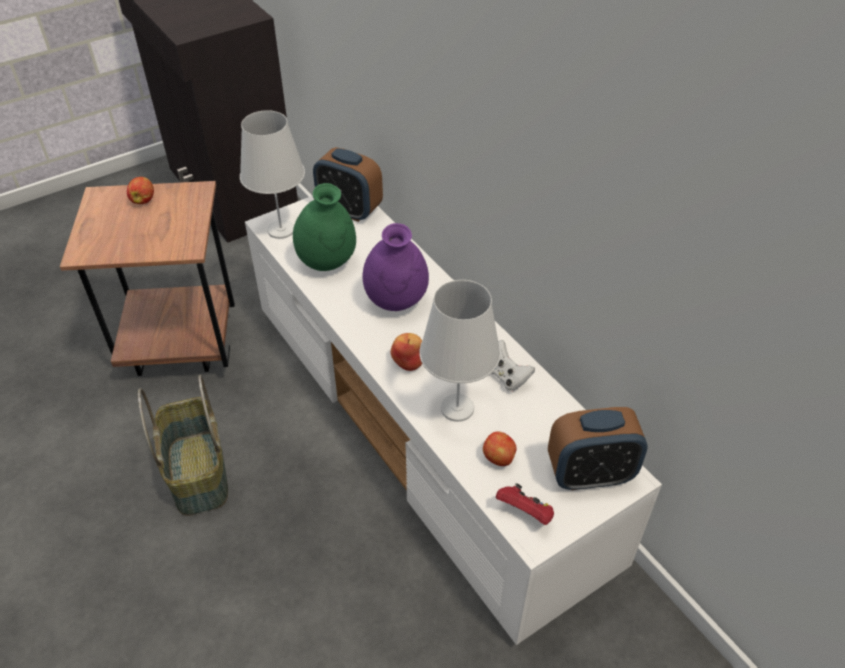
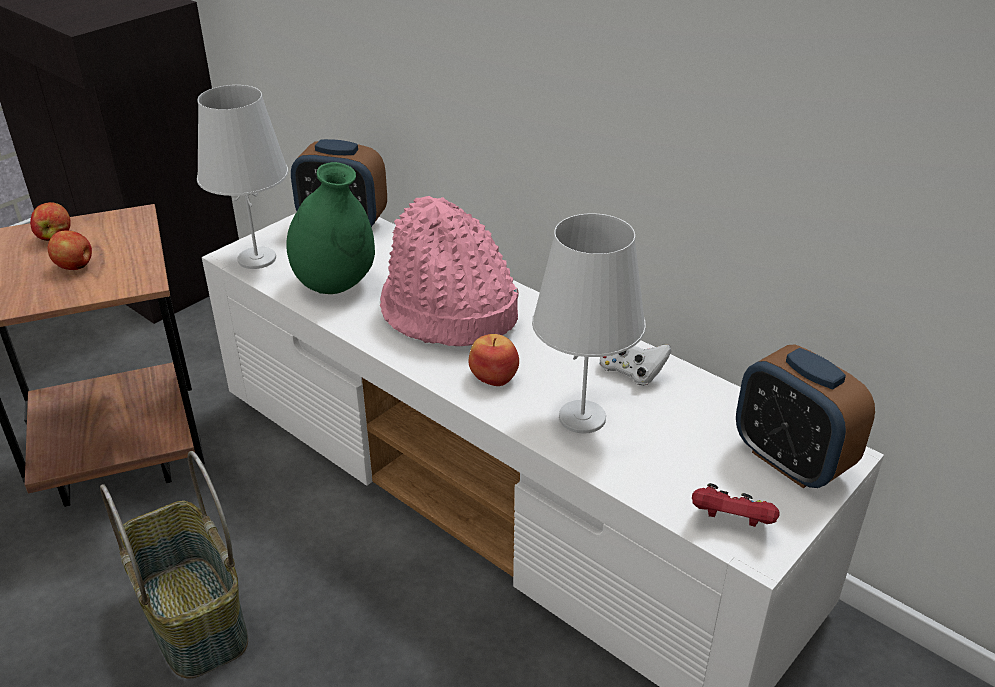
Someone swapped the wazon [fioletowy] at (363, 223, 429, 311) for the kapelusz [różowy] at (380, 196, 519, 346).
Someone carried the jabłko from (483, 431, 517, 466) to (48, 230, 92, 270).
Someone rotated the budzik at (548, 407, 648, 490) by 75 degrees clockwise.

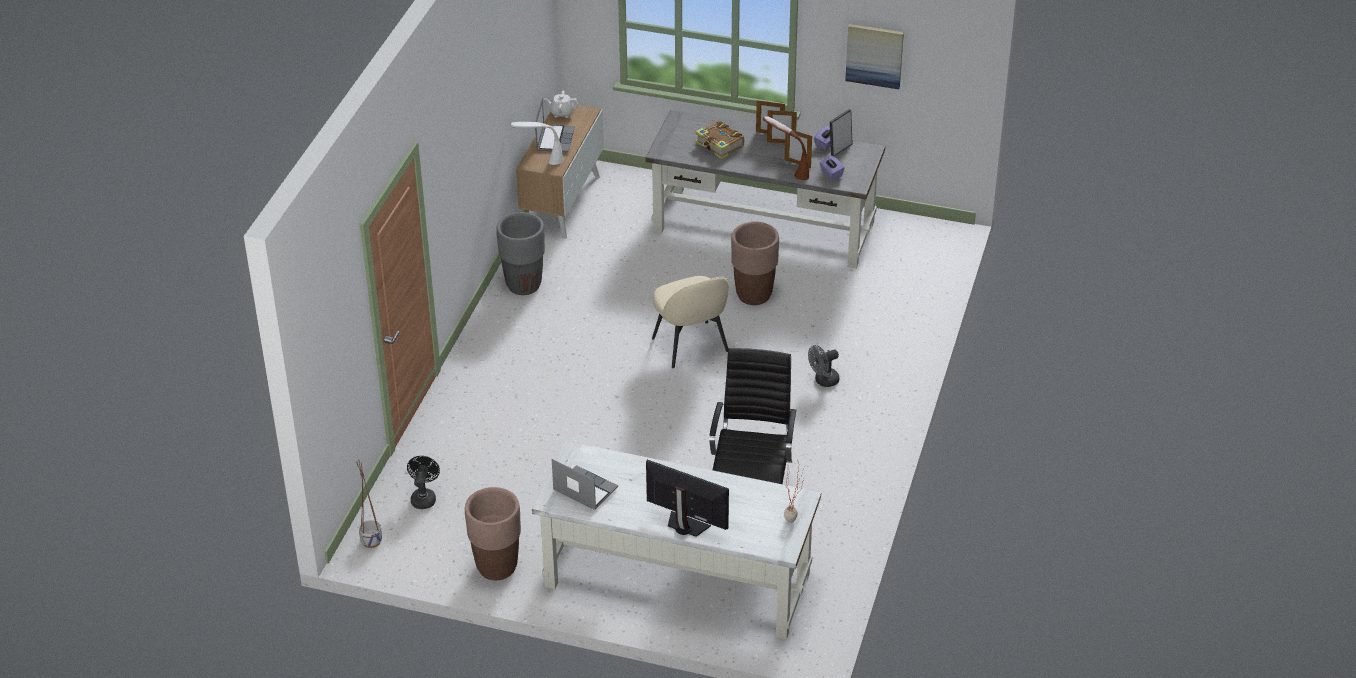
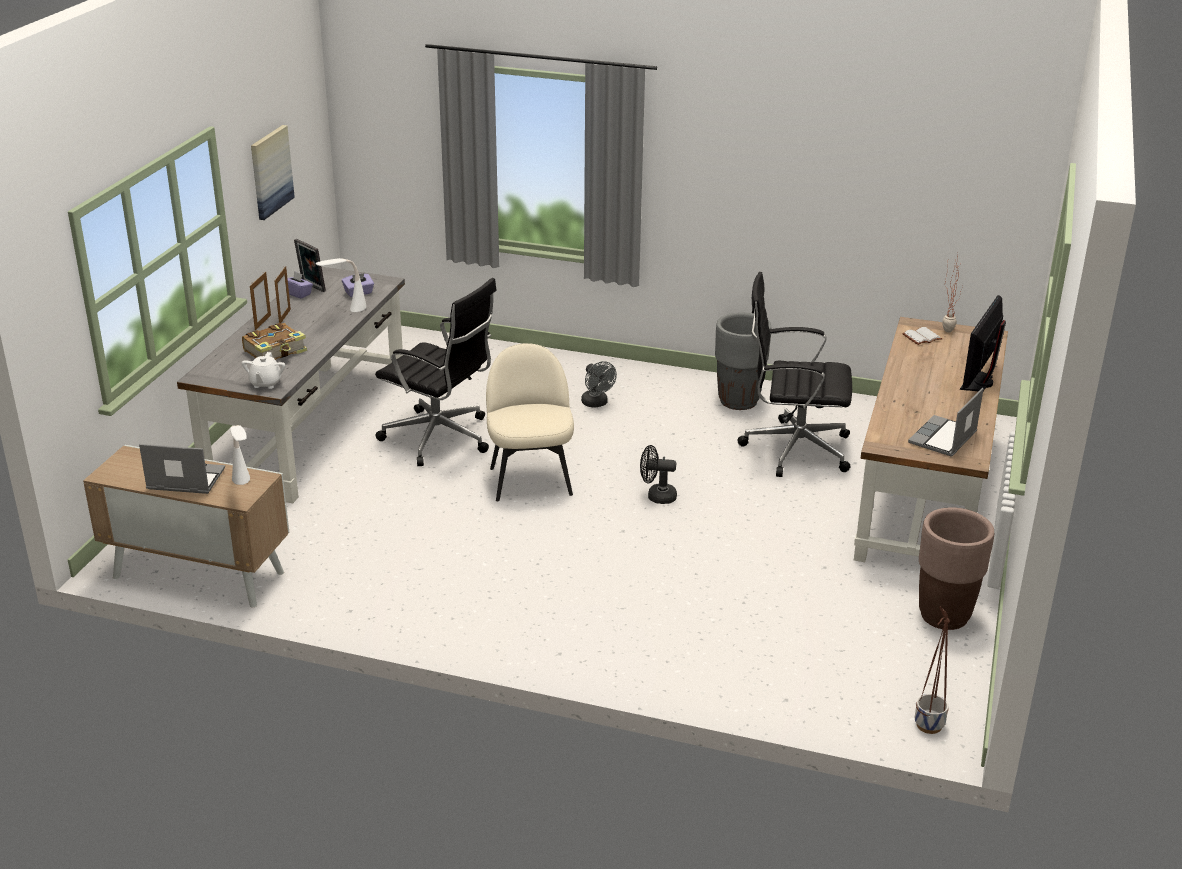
Someone carried the wentylator [czarny] from (407, 456, 440, 509) to (640, 445, 677, 504).
Someone carried the donica [szary] from (496, 212, 545, 295) to (715, 313, 771, 410).
Someone repainted the biurko [biały] at (532, 441, 821, 640), which became the biurko [brązowy] at (854, 317, 1008, 562).
Someone carried the imbryk [biały] from (544, 90, 578, 118) to (242, 352, 286, 389).
Someone rotated the krzesło [beżowy] at (652, 276, 729, 368) by 75 degrees counterclockwise.
Someone swapped the donica [brązowy] at (731, 222, 779, 305) for the krzesło biurowe [czarny] at (375, 278, 497, 466).
Someone repainted the lampa stołowa [brązowy] at (763, 116, 809, 180), which became the lampa stołowa [biały] at (316, 258, 366, 312).
Someone took away the ramka na zdjęcie at (785, 130, 812, 168).
Someone put down the książka [biały] at (902, 327, 942, 345).

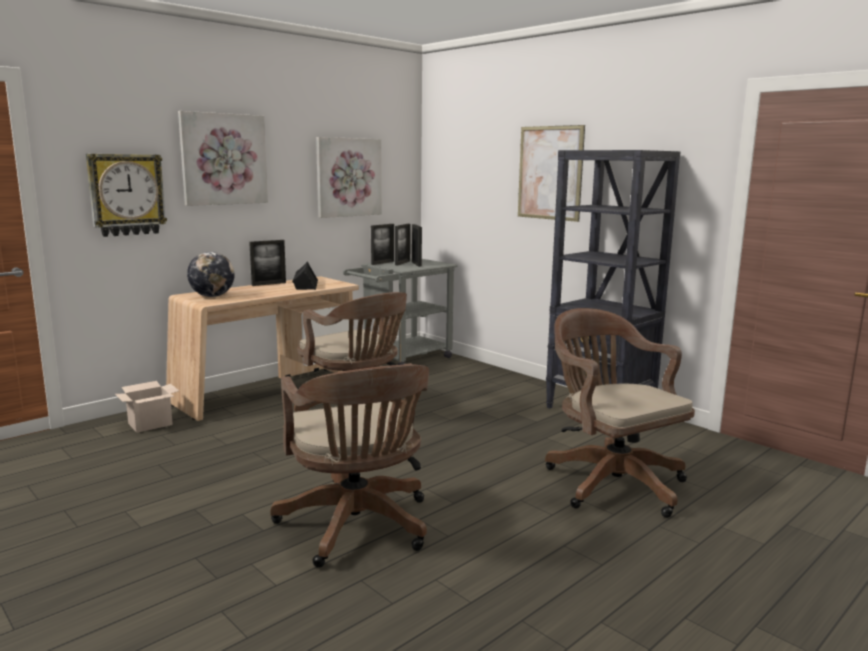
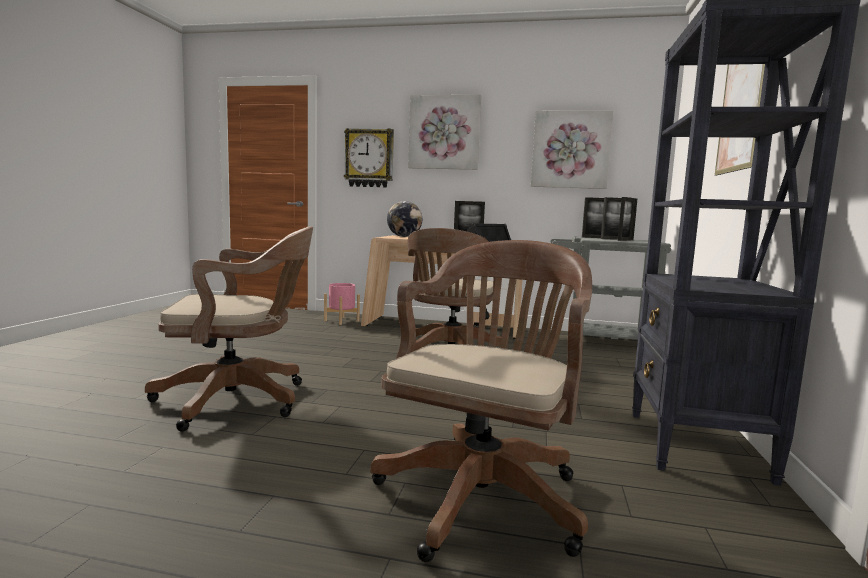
Someone swapped the karton at (115, 381, 179, 433) for the donica [różowy] at (324, 283, 360, 325).
Someone rotated the krzesło biurowe [brązowy] at (270, 363, 429, 568) by 135 degrees counterclockwise.

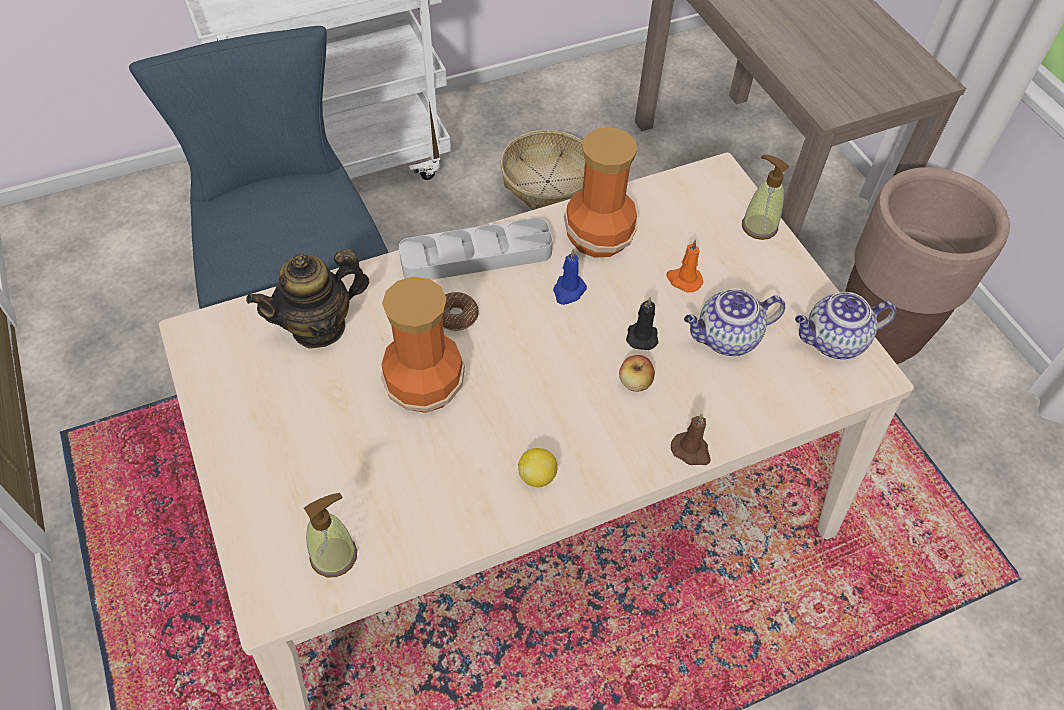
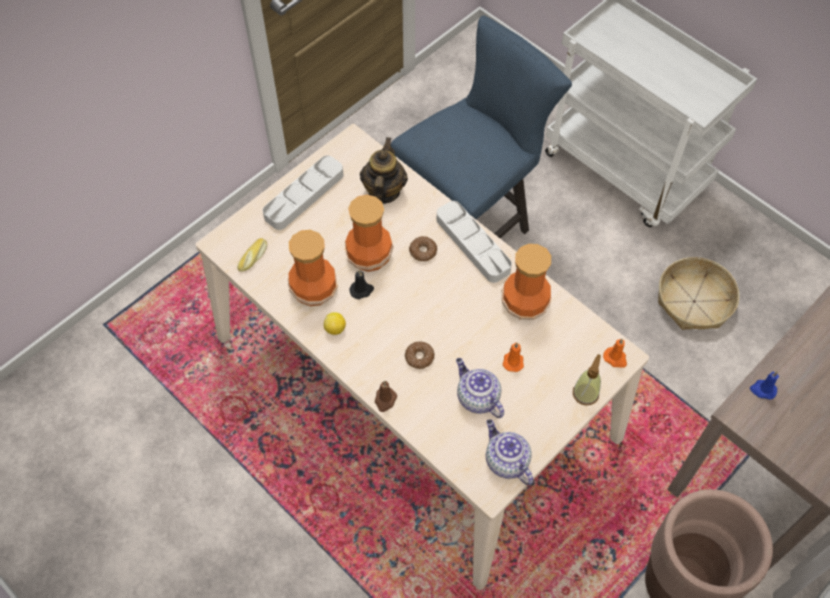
Someone rotated the imbryk at (246, 249, 369, 349) by 60 degrees clockwise.
Someone swapped the dozownik mydła at (304, 493, 357, 577) for the chleb at (237, 238, 267, 272).
Someone carried the świeca [niebieski] from (553, 249, 587, 305) to (750, 371, 779, 400).
Someone swapped the jabłko at (619, 355, 655, 392) for the donut at (405, 342, 435, 369).
Someone carried the świeca [czarny] from (626, 297, 659, 350) to (349, 270, 374, 299).
Someone put down the taca [szary] at (263, 155, 343, 230).
Someone put down the wazon at (288, 230, 338, 306).
Someone put down the świeca [pomarańczowy] at (603, 339, 627, 368).

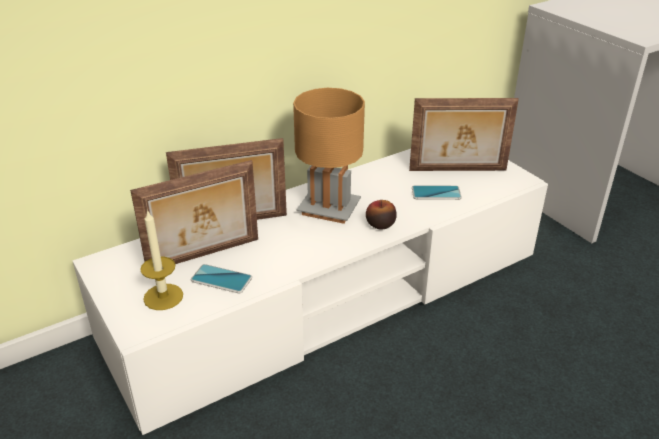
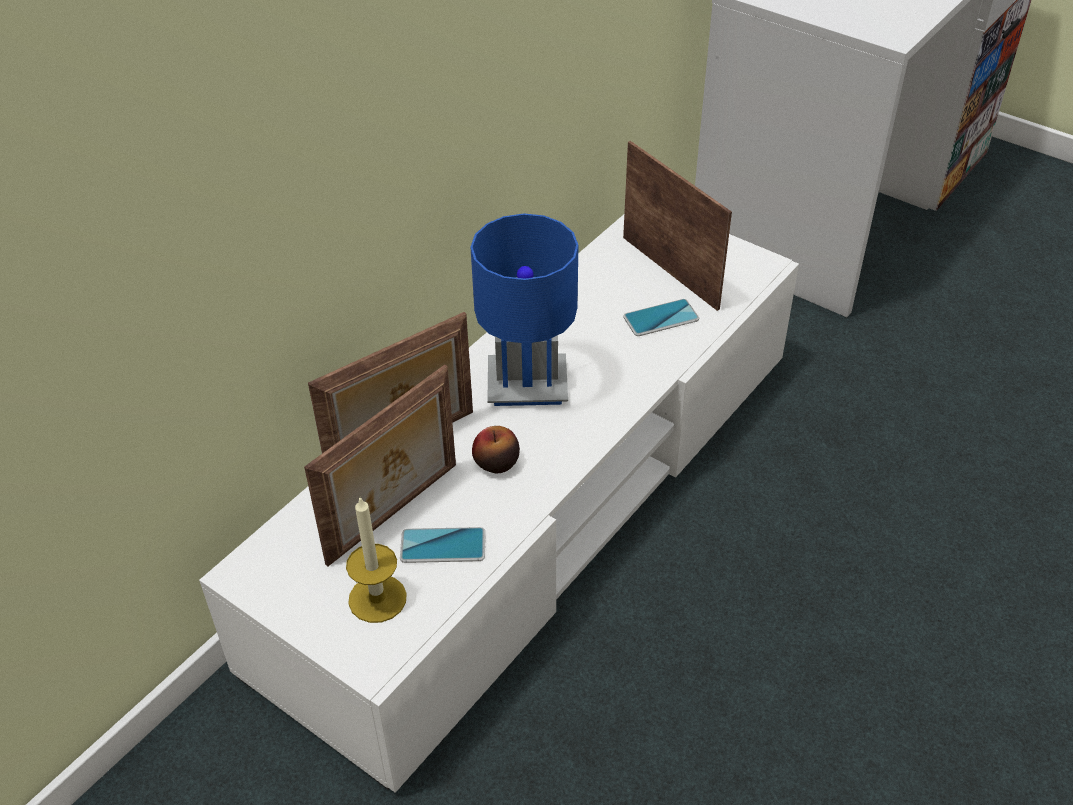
Someone repainted the lampa stołowa [brązowy] at (293, 88, 365, 224), which became the lampa stołowa [niebieski] at (471, 214, 578, 406).
Someone carried the jabłko from (366, 200, 397, 230) to (472, 426, 520, 473).
Someone rotated the ramka na zdjęcie at (409, 98, 519, 171) by 105 degrees counterclockwise.

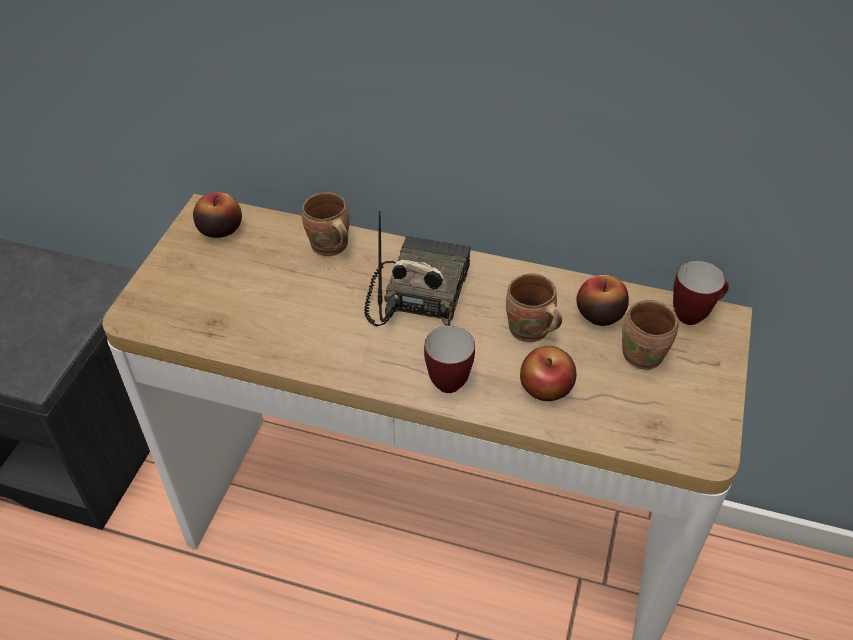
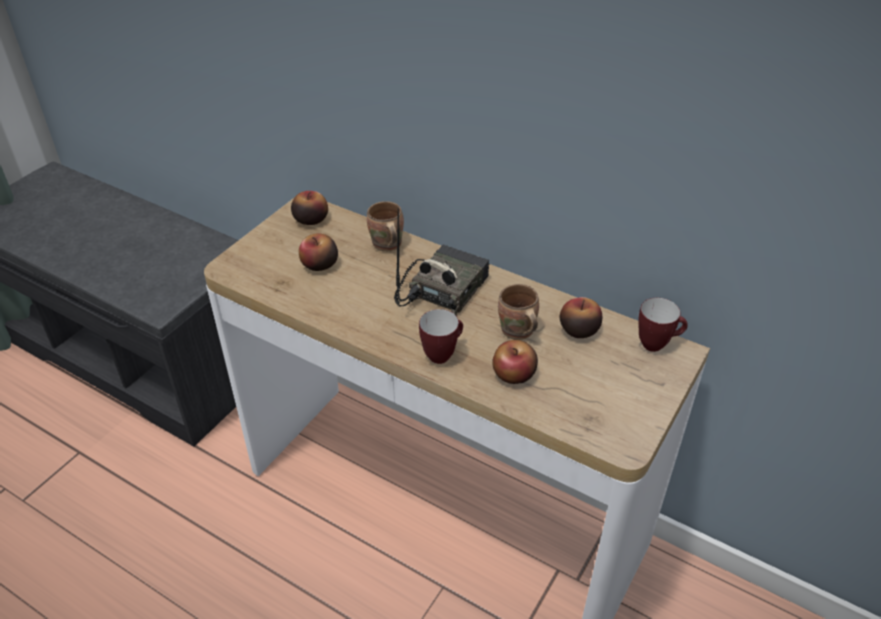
Someone took away the kubek [brązowy] at (622, 300, 678, 370).
Someone put down the jabłko at (299, 234, 338, 271).

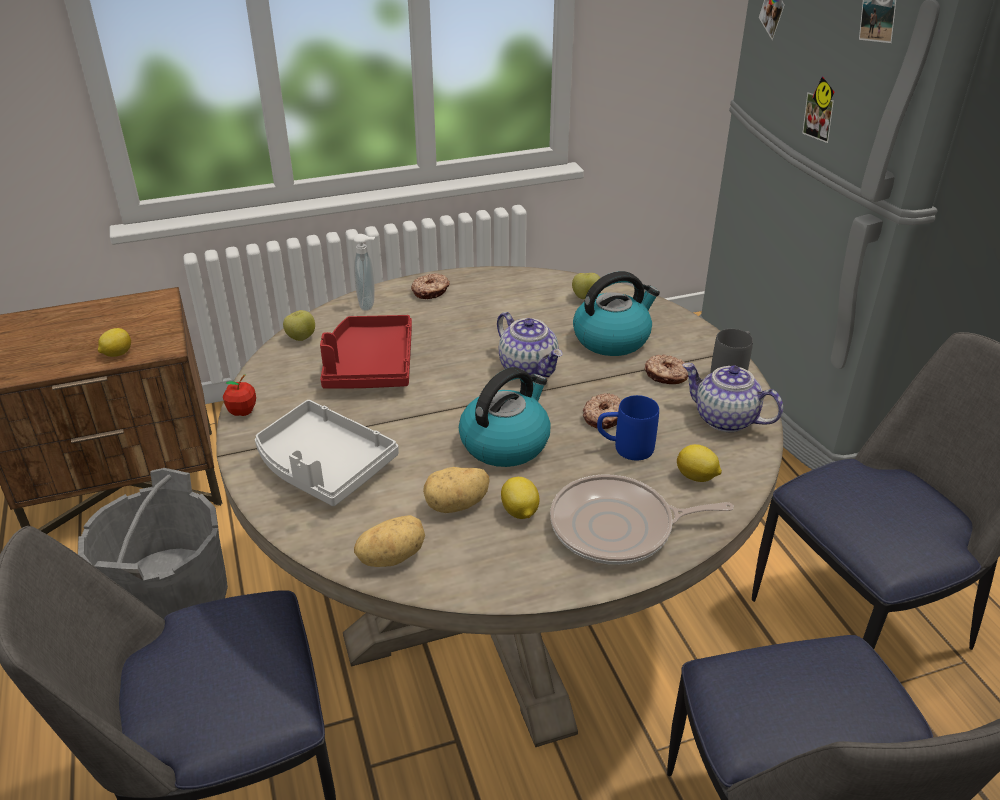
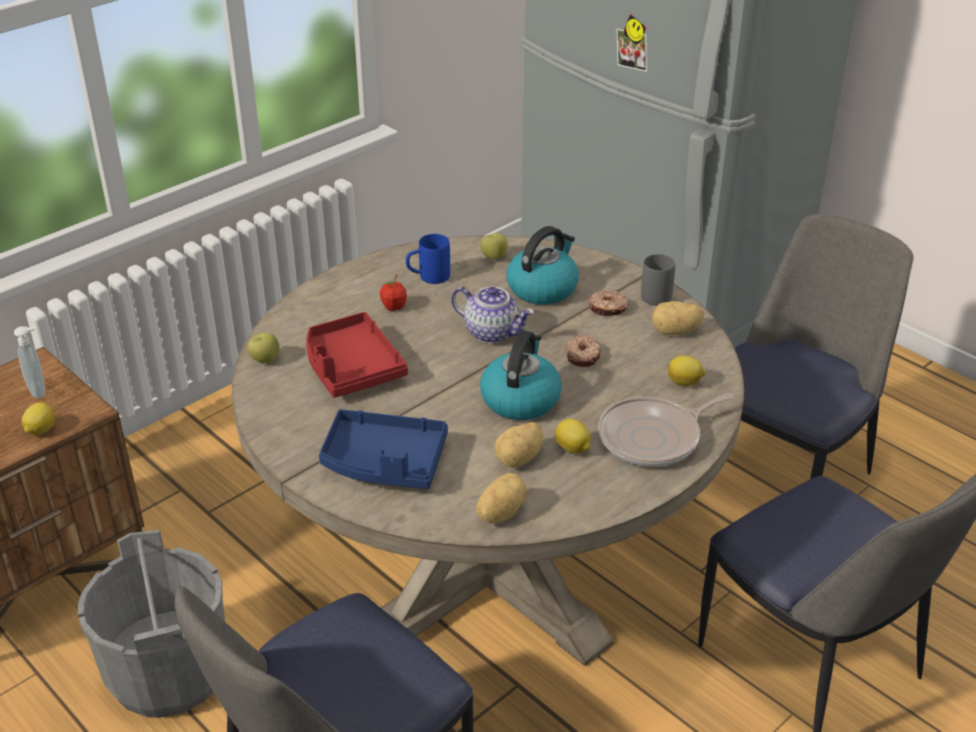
Someone carried the jabłko from (223, 375, 256, 416) to (380, 274, 407, 311).
Someone repainted the taca [szary] at (255, 400, 399, 506), which became the taca [niebieski] at (319, 409, 448, 489).
Someone carried the dozownik mydła from (353, 234, 375, 311) to (14, 326, 45, 399).
Someone took away the donut at (411, 273, 450, 299).
Someone carried the kubek [niebieski] from (597, 395, 659, 460) to (406, 234, 450, 284).
Someone swapped the imbryk at (682, 363, 783, 432) for the ziemniak at (652, 301, 704, 335).

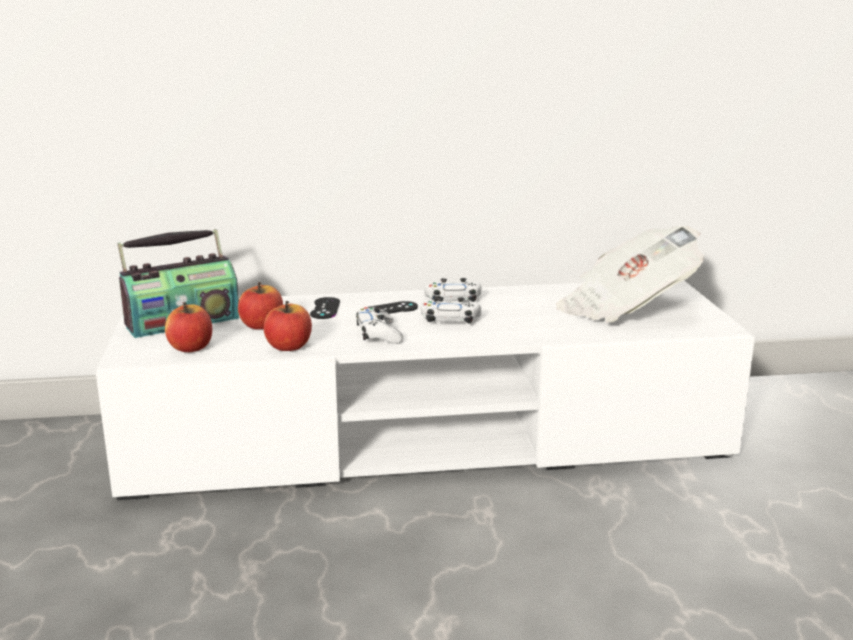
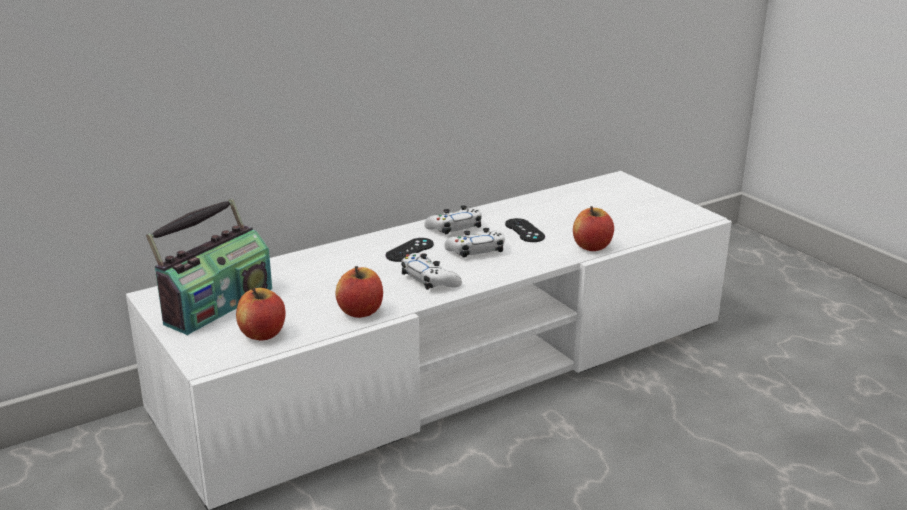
Someone carried the jabłko from (238, 282, 283, 330) to (573, 206, 614, 251).
Someone carried the pad do gier [czarny] from (310, 297, 340, 319) to (505, 218, 545, 242).
Someone took away the gazeta at (556, 226, 704, 323).

